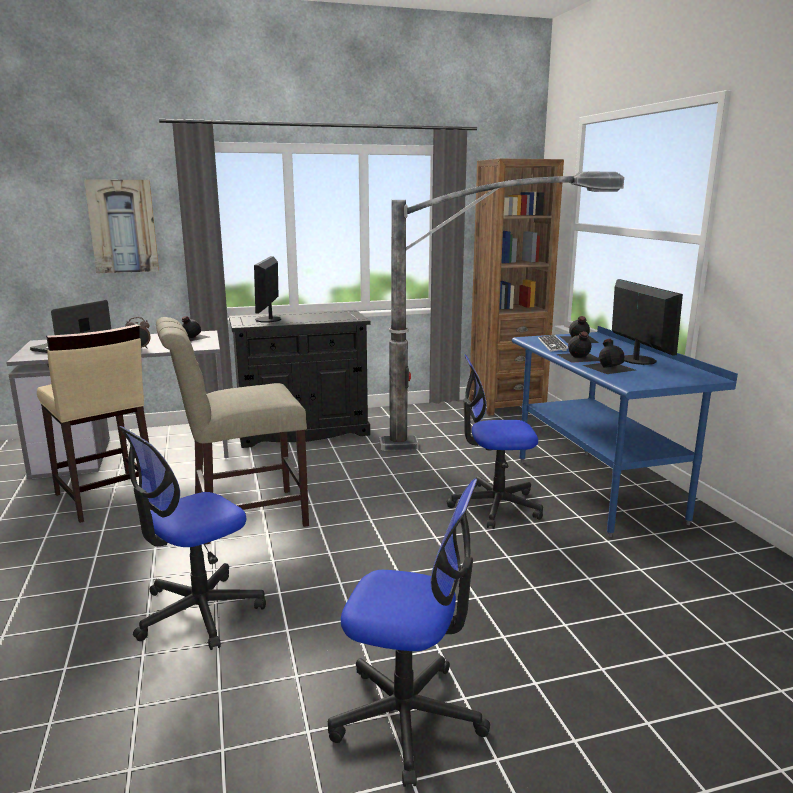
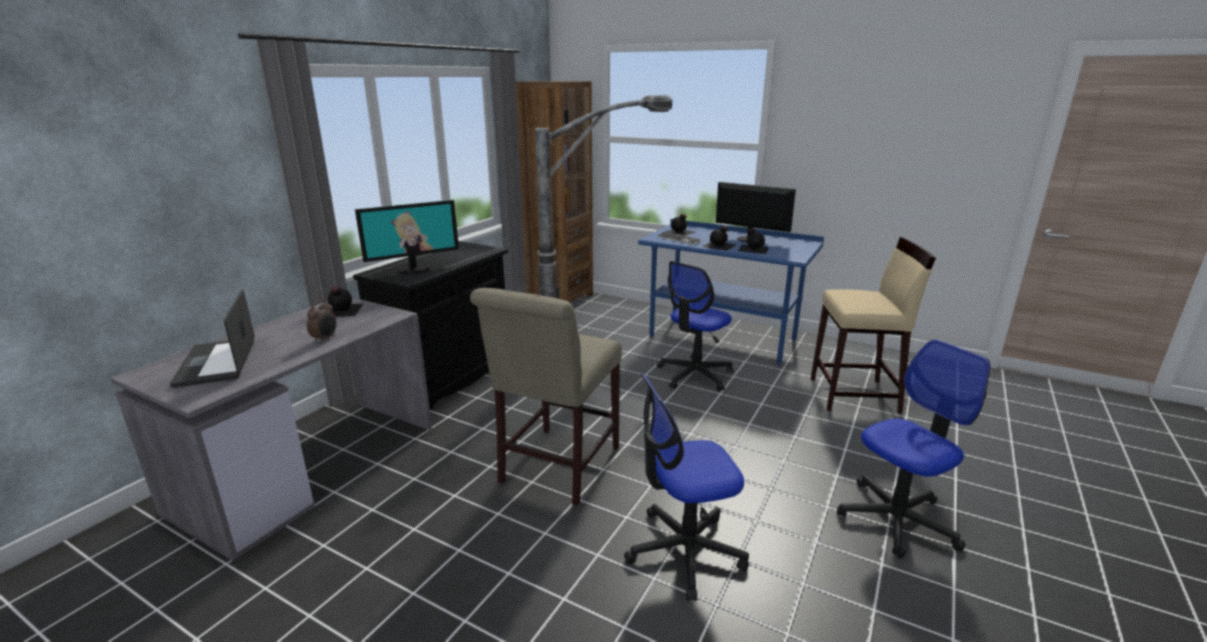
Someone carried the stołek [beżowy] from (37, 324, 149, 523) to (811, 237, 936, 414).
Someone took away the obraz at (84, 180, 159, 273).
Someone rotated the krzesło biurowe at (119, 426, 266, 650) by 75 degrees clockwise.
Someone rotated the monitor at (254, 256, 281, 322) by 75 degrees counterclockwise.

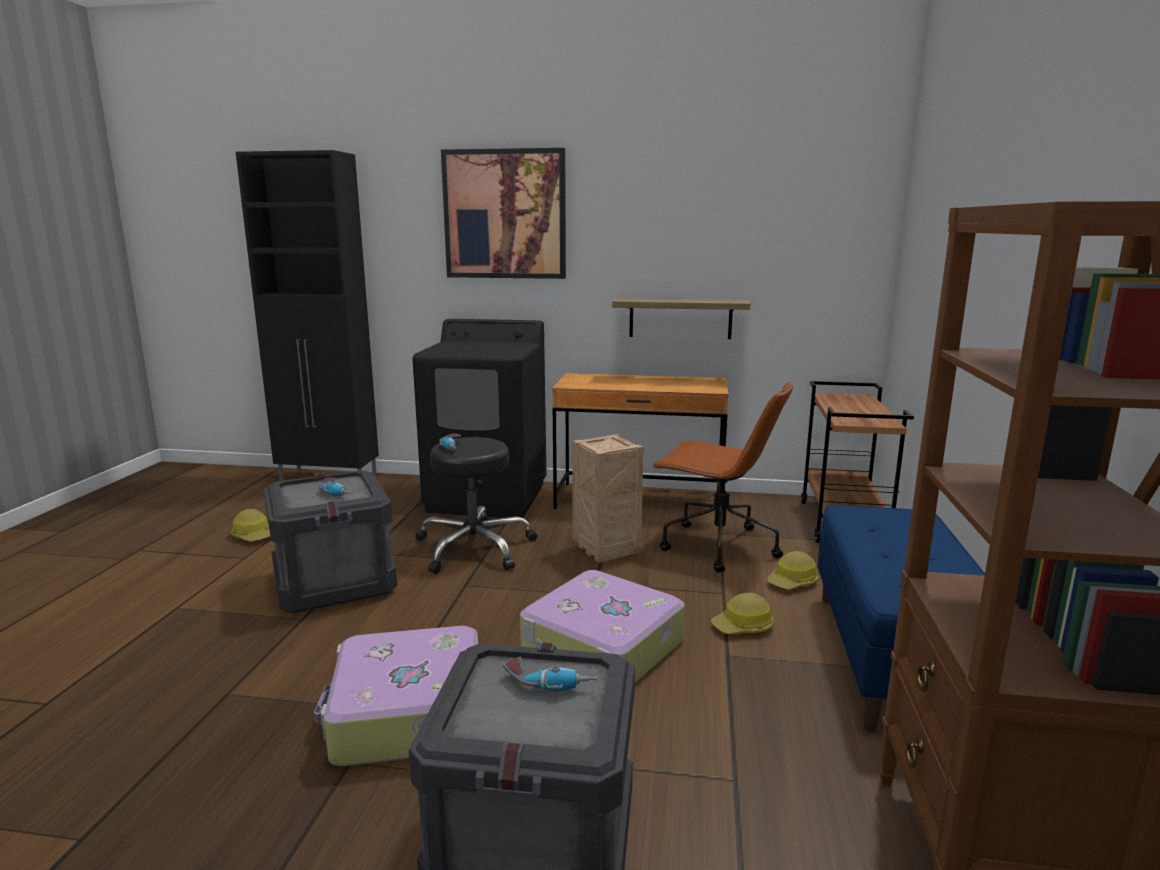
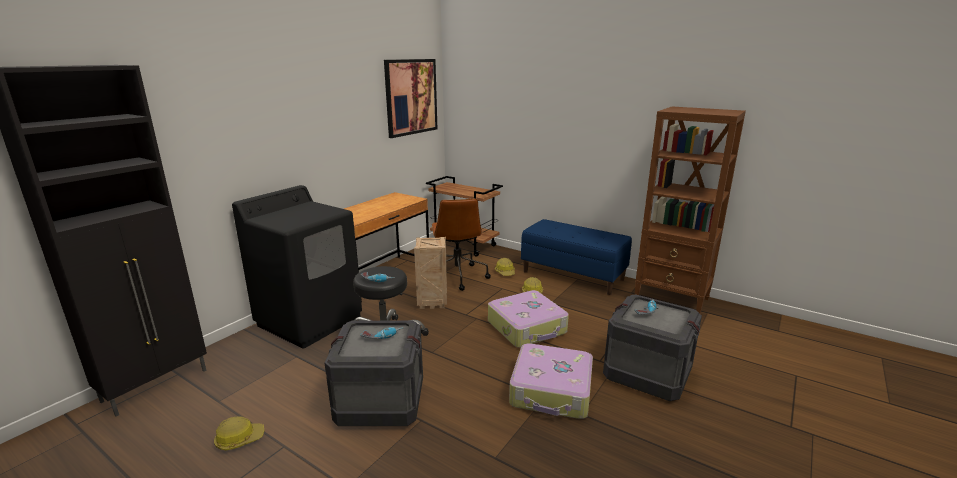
Someone carried the obraz from (441, 148, 566, 279) to (384, 59, 438, 138).
Someone took away the półka at (612, 298, 750, 339).
Someone rotated the krzesło biurowe [brązowy] at (652, 381, 793, 572) by 120 degrees clockwise.

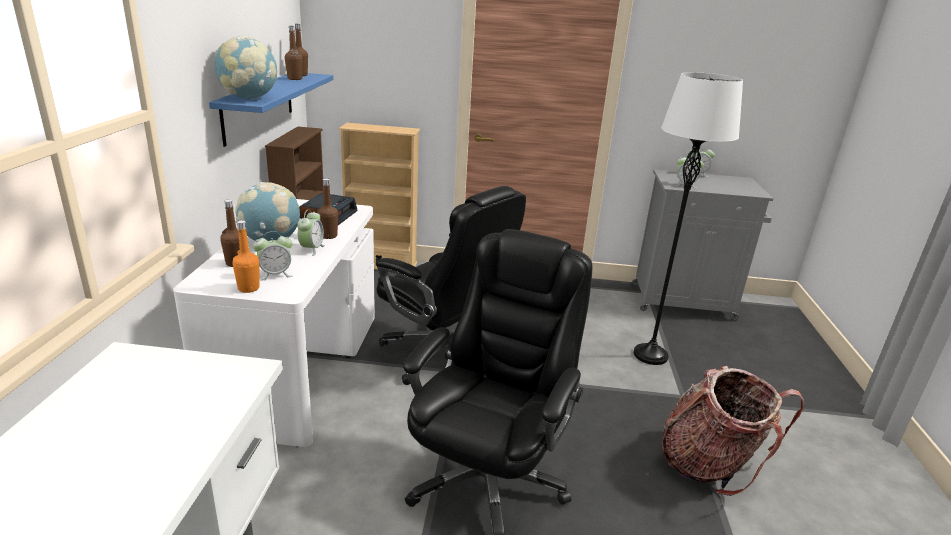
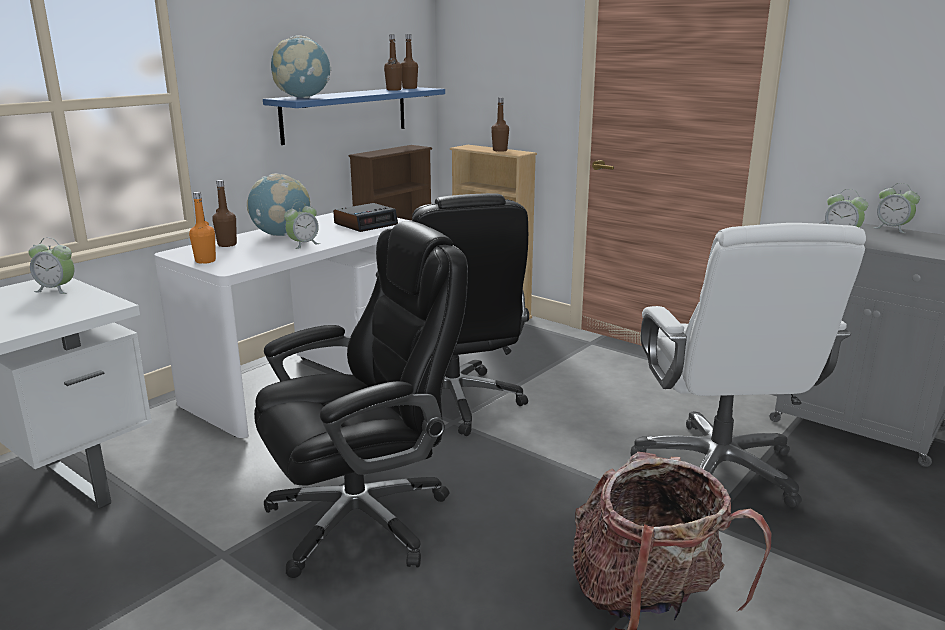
Someone carried the budzik from (253, 231, 293, 281) to (29, 238, 75, 294).
Someone carried the butelka [brązowy] from (317, 178, 338, 239) to (491, 97, 509, 152).
Someone swapped the lampa stojąca [biały] at (634, 72, 743, 365) for the krzesło biurowe [biały] at (630, 223, 866, 507).

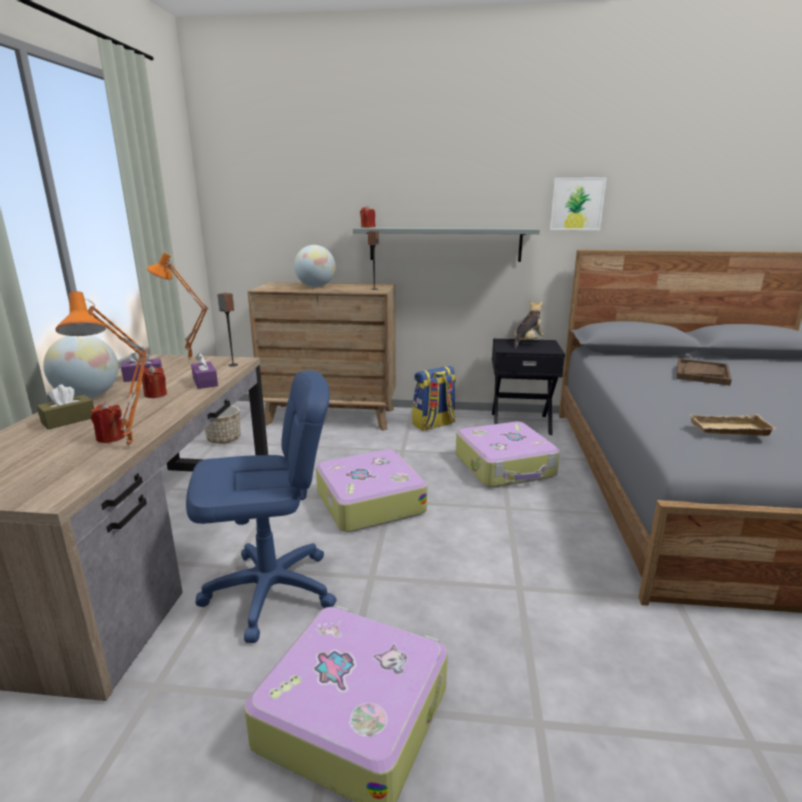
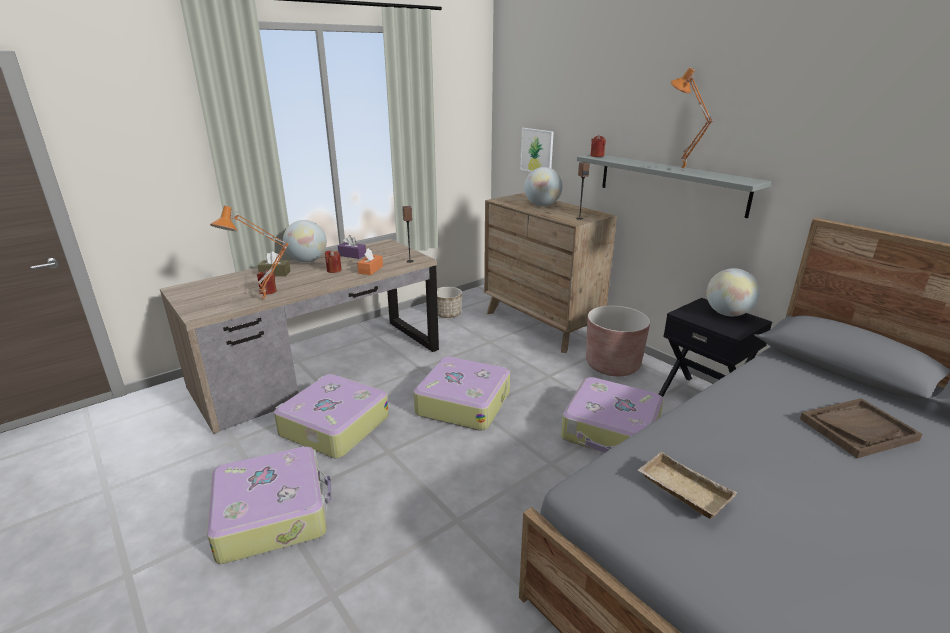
Someone carried the lampa stołowa [pomarańczowy] from (147, 252, 208, 360) to (671, 67, 713, 171).
Someone swapped the krzesło biurowe [niebieski] at (186, 371, 336, 643) for the walizka at (274, 374, 389, 458).
Someone repainted the pudełko chusteczek [fioletowy] at (191, 353, 218, 389), which became the pudełko chusteczek [pomarańczowy] at (357, 248, 383, 275).
Someone swapped the plecak at (412, 366, 456, 431) for the donica [brązowy] at (586, 306, 650, 376).
Someone swapped the pluszak at (514, 300, 544, 349) for the globus at (706, 268, 760, 316).
Someone carried the obraz from (550, 178, 606, 230) to (520, 128, 554, 172).

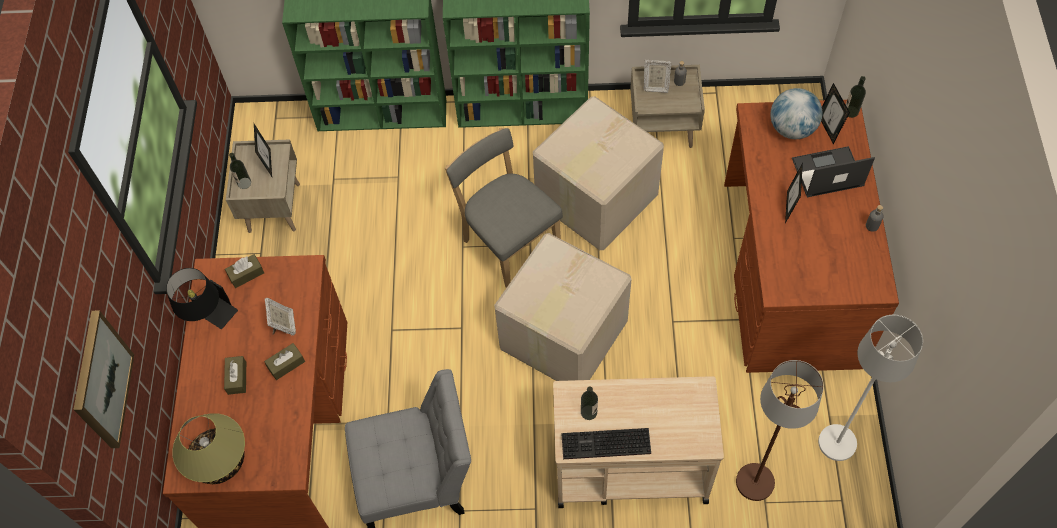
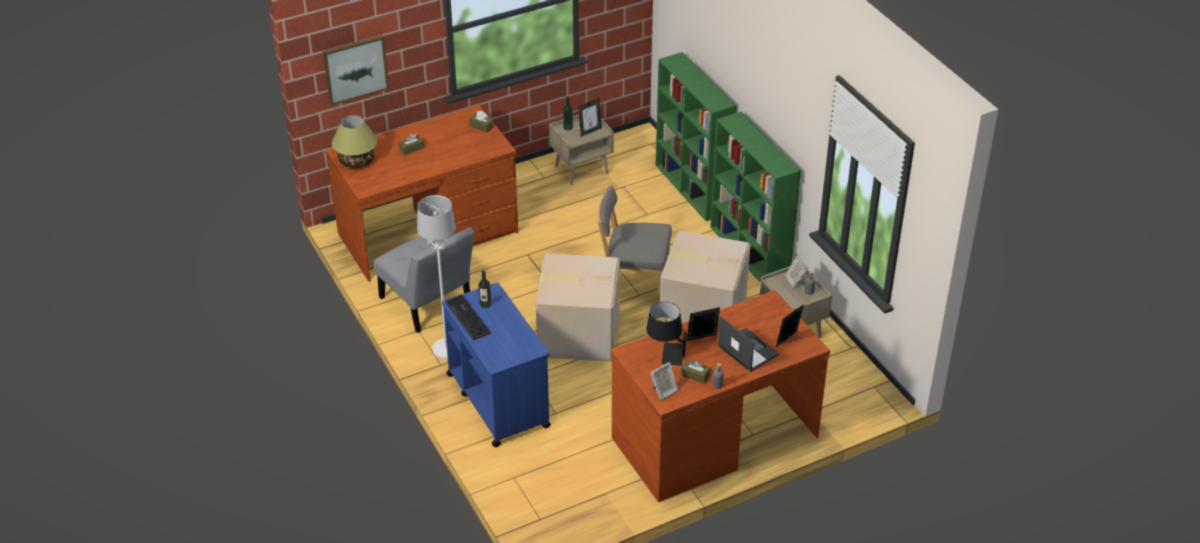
Someone carried the lampa stołowa [czarny] from (166, 268, 238, 329) to (646, 302, 686, 366).
Someone carried the ramka na zdjęcie from (264, 298, 296, 335) to (650, 362, 679, 400).
Someone carried the pudełko chusteczek [brązowy] from (264, 343, 305, 380) to (681, 359, 710, 384).
Someone rotated the krzesło [szary] at (445, 128, 563, 288) by 105 degrees counterclockwise.
Someone repainted the wózek [beżowy] at (553, 376, 724, 508), which became the wózek [niebieski] at (442, 282, 551, 447).
Someone took away the lampa stojąca [brązowy] at (736, 360, 824, 501).
Someone took away the globus at (771, 88, 822, 139).
Someone carried the lampa stojąca [biały] from (818, 314, 923, 461) to (417, 195, 456, 359).
Someone took away the butelka at (846, 76, 866, 118).

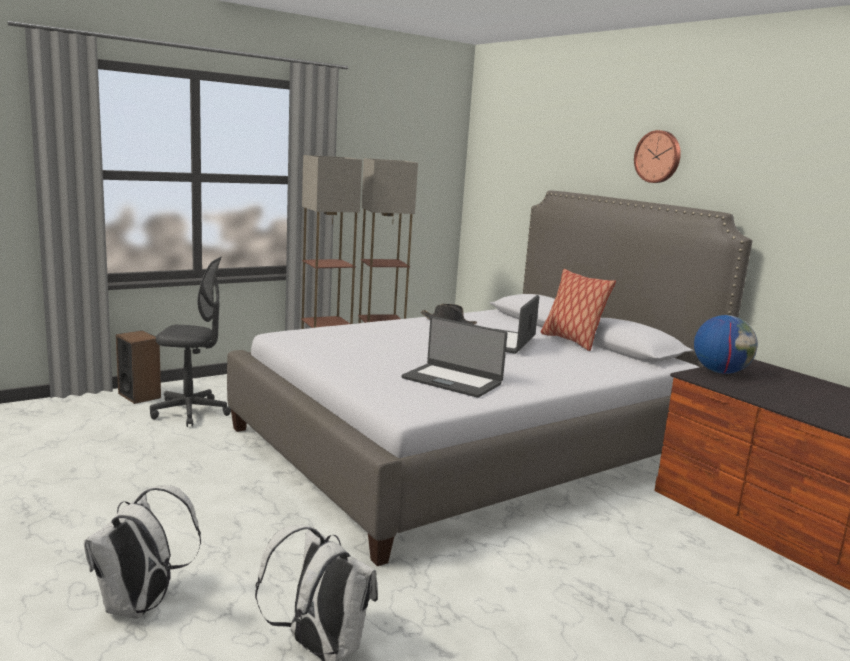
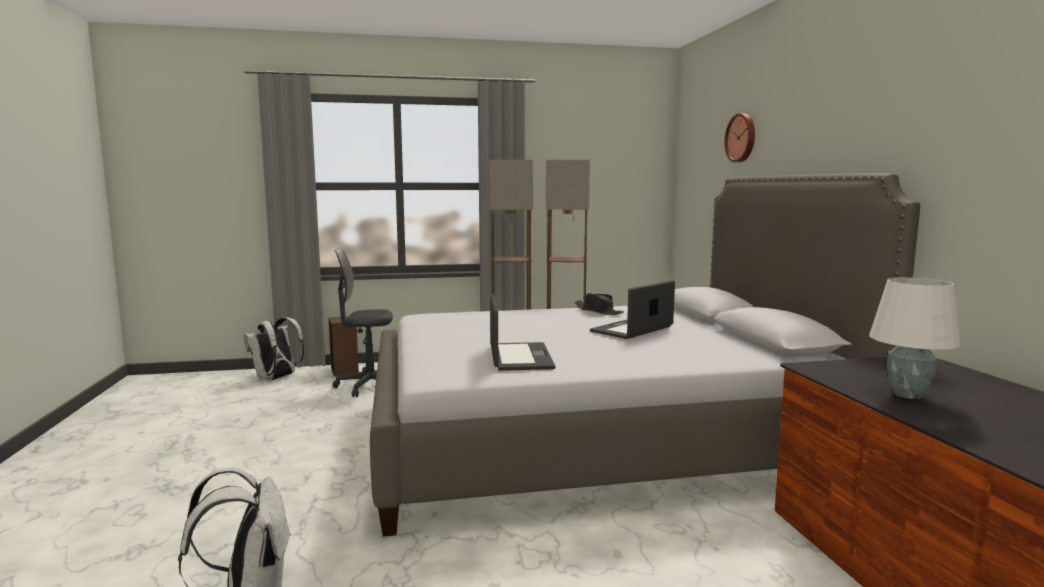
Someone carried the plecak [biały] from (84, 485, 201, 618) to (244, 317, 304, 381).
Someone rotated the krzesło biurowe [szary] at (150, 257, 231, 427) by 150 degrees clockwise.
Someone rotated the laptop at (401, 316, 508, 398) by 150 degrees counterclockwise.
Someone took away the poduszka at (541, 269, 616, 351).
Someone carried the zegar ścienny from (634, 130, 681, 183) to (724, 114, 755, 162).
Someone took away the globus at (694, 315, 757, 374).
Someone put down the lampa stołowa [biały] at (869, 278, 961, 399).

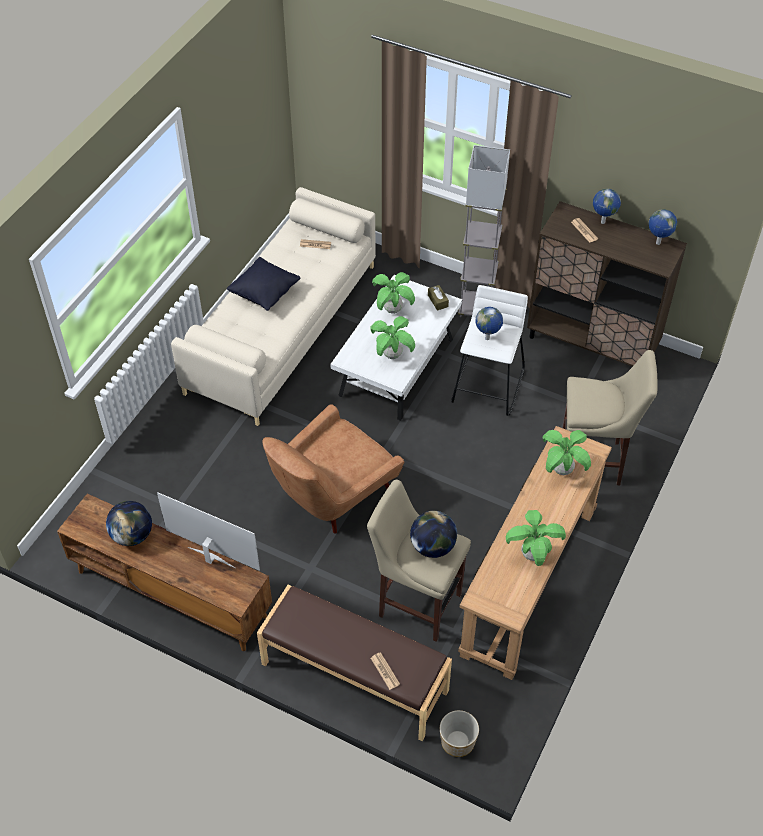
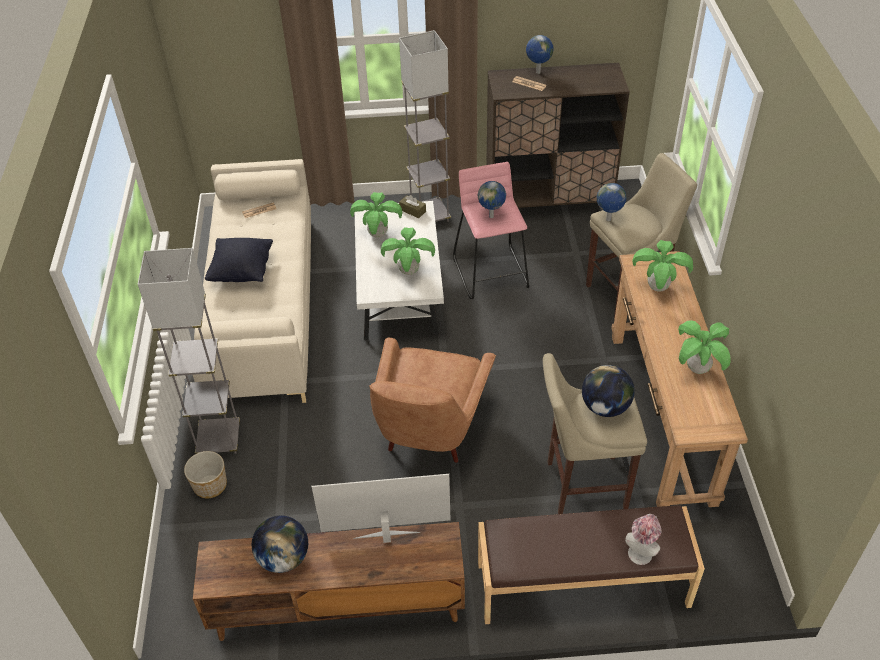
Someone swapped the gazeta at (371, 652, 400, 690) for the kapelusz at (625, 514, 662, 565).
Someone carried the donica from (440, 710, 479, 757) to (184, 451, 227, 498).
Someone repainted the stołek [biały] at (451, 285, 528, 416), which became the stołek [różowy] at (453, 162, 529, 299).
Someone carried the globus from (648, 209, 677, 245) to (597, 183, 626, 221).
Someone put down the lampa stojąca [szary] at (138, 248, 240, 454).

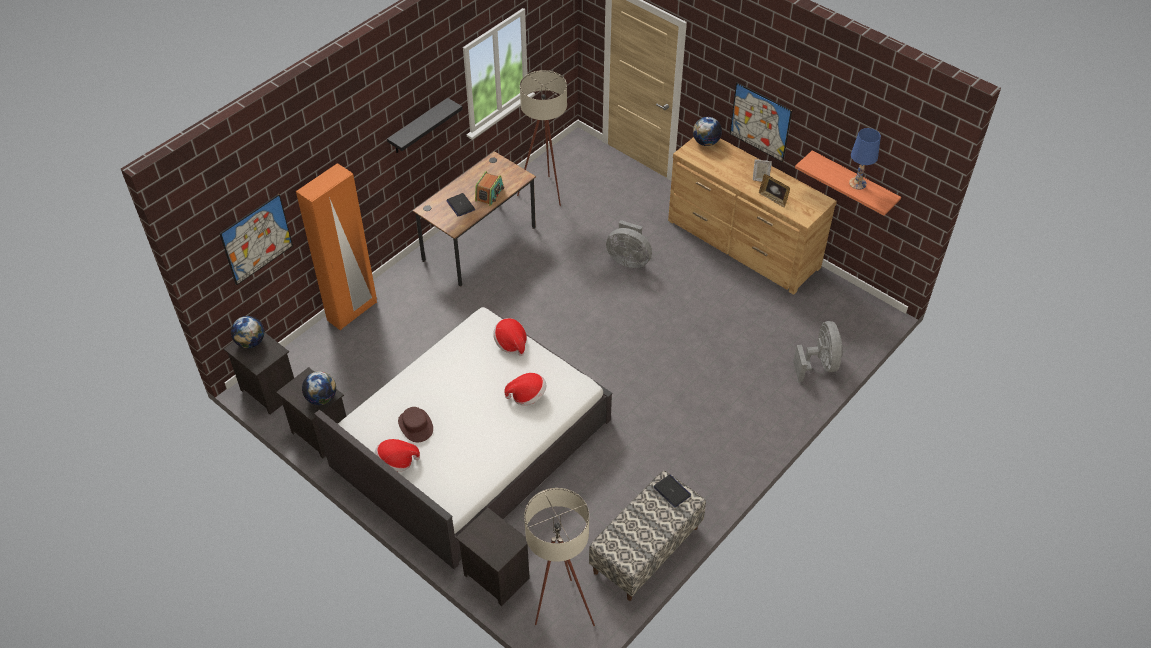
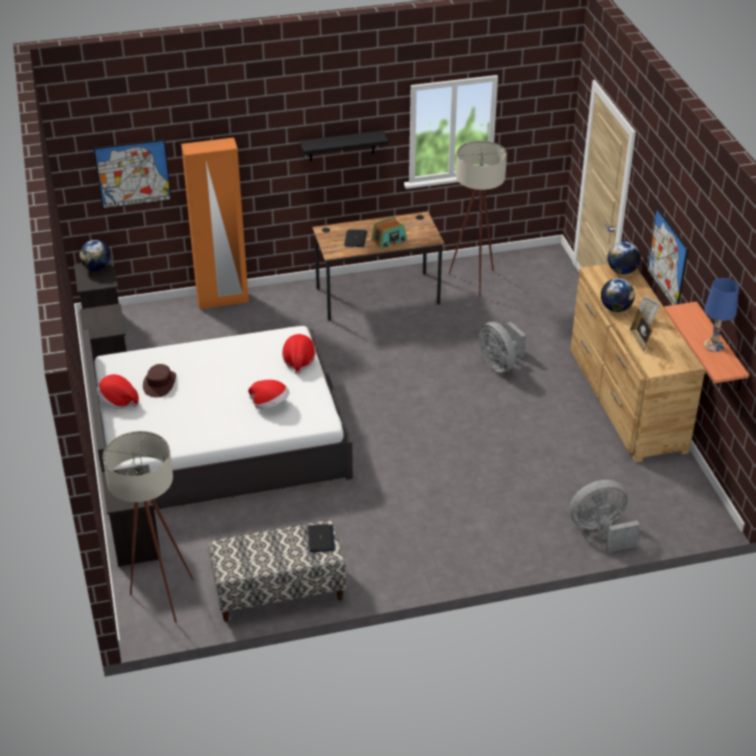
Someone carried the globus from (302, 371, 336, 405) to (601, 278, 635, 312).
Someone rotated the wentylator [szary] at (793, 321, 843, 382) by 135 degrees counterclockwise.

